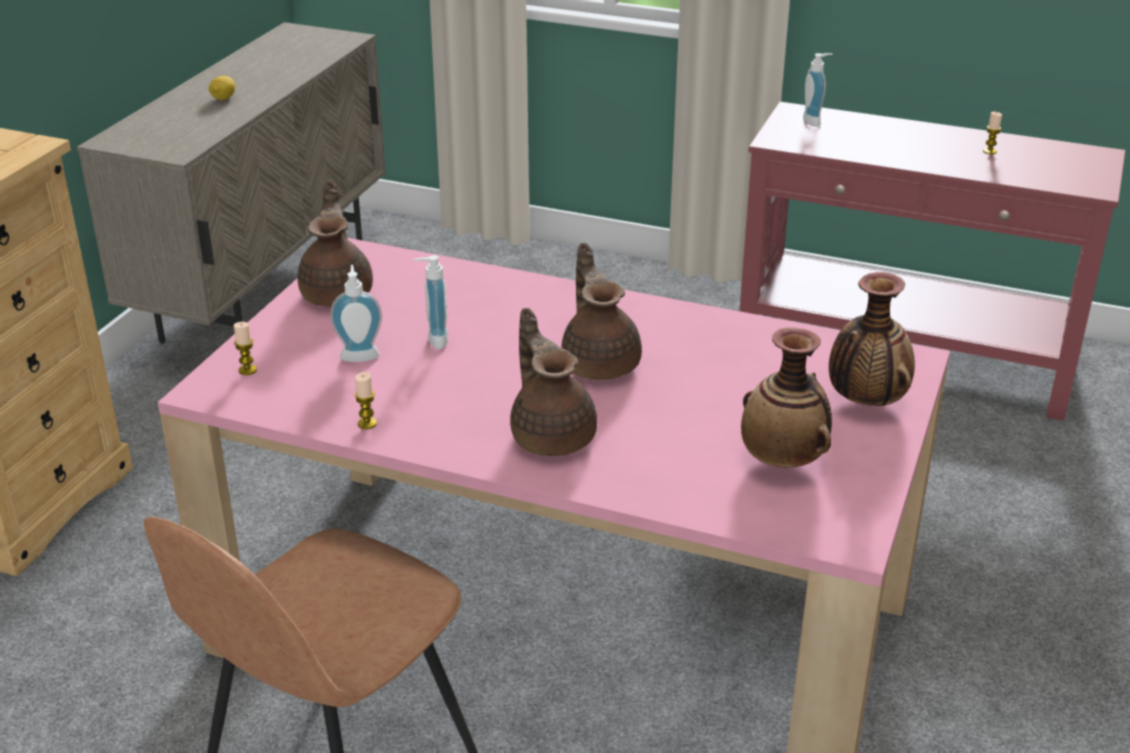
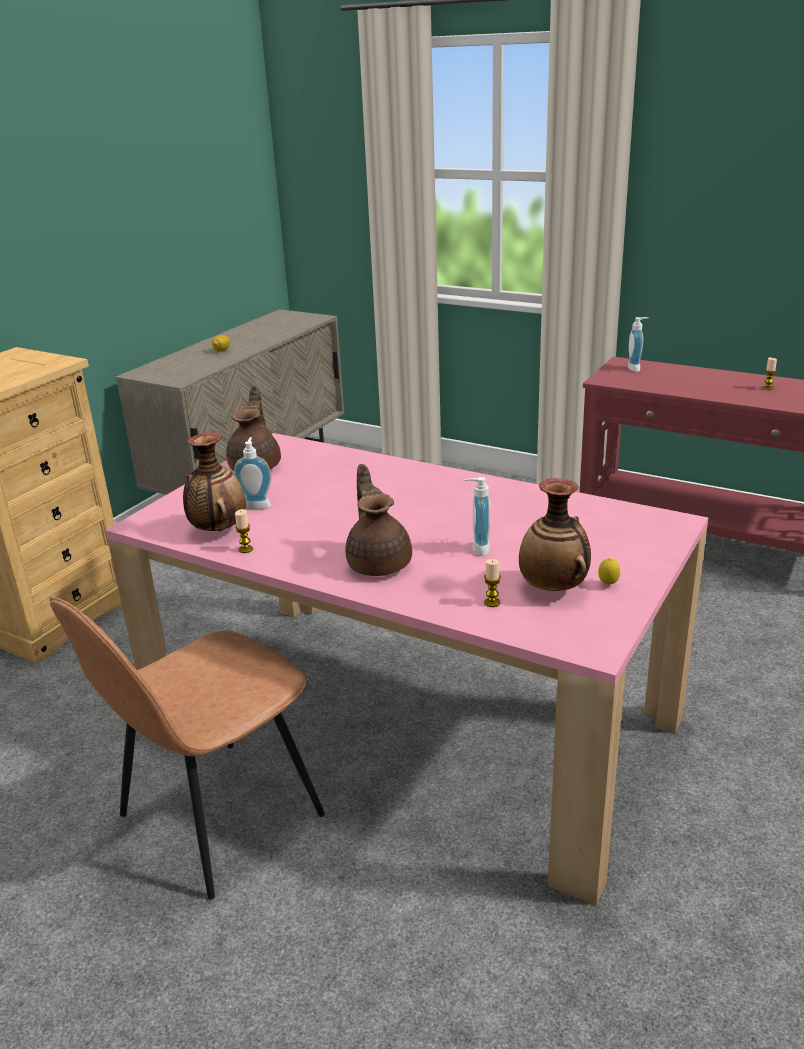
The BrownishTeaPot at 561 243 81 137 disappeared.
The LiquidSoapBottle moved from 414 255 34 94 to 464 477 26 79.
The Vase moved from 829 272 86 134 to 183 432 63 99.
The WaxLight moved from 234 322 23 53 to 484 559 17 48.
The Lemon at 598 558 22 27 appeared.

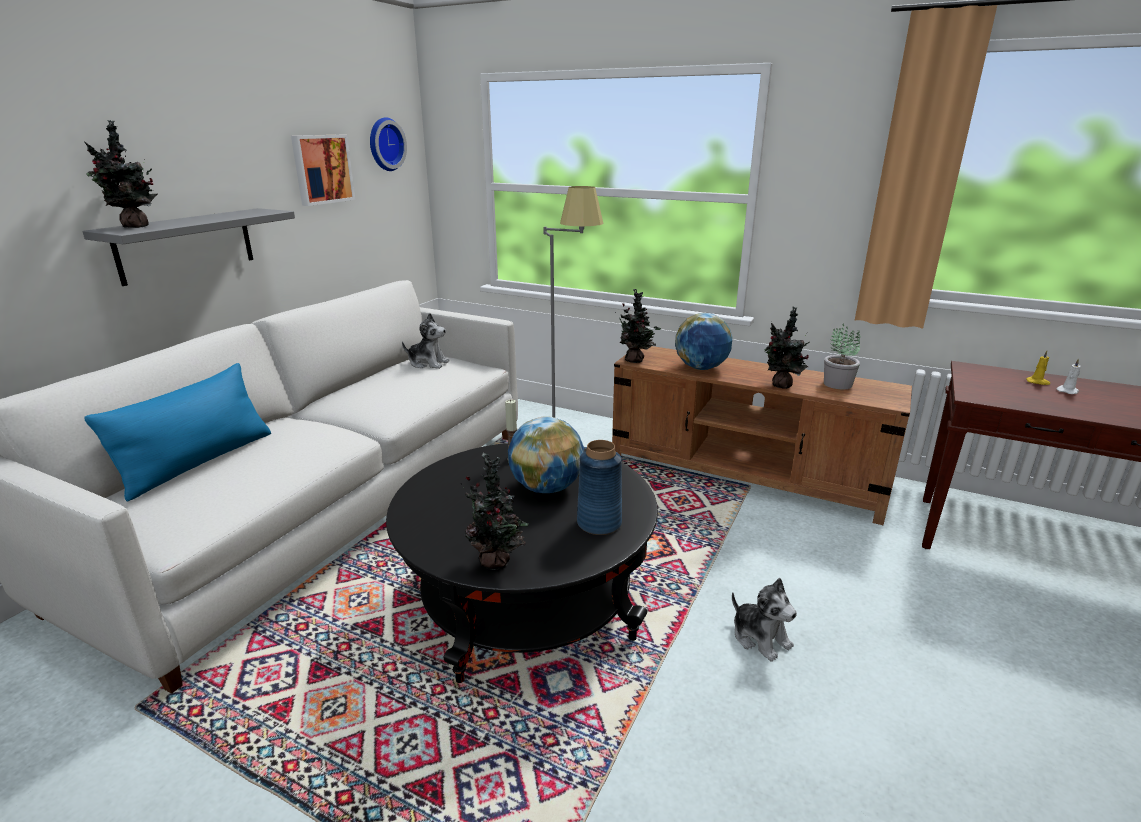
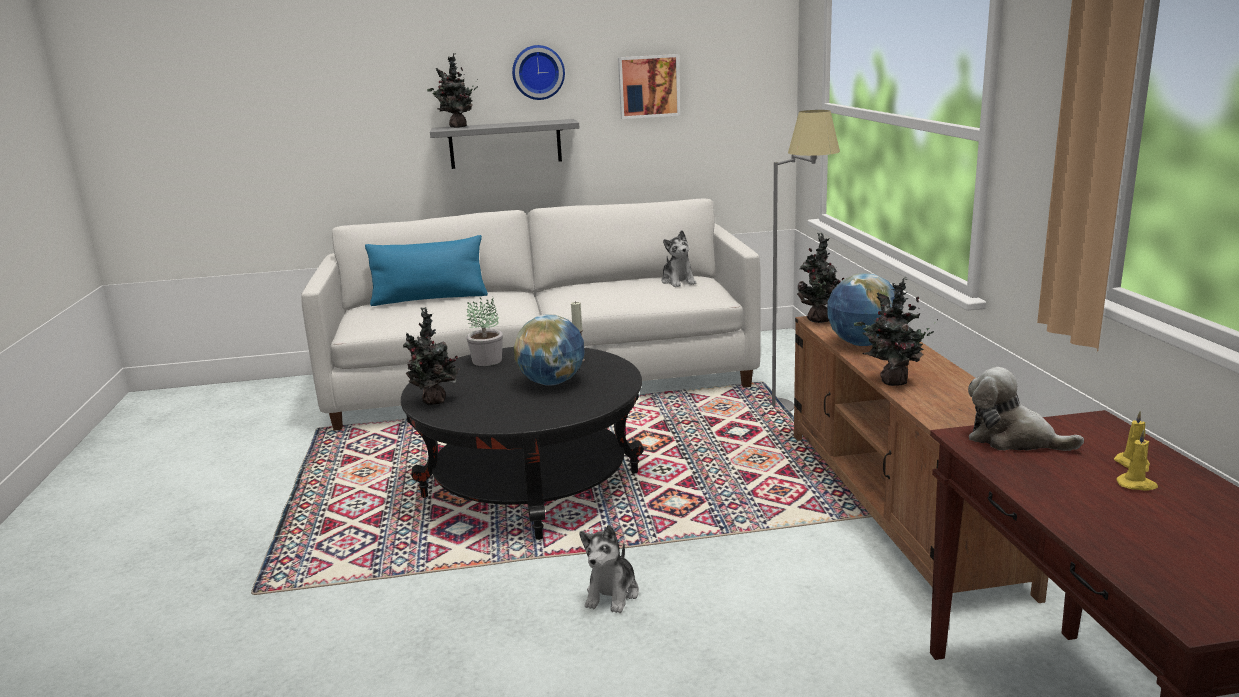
The ClockOnTheWall moved from 370 117 37 54 to 512 45 53 55.
The PottedPlant moved from 824 324 37 65 to 466 296 37 70.
The WhiteColouredWaxLight at 1056 359 25 35 became the YellowWaxLight at 1116 430 42 61.
The BlueVase at 577 440 45 95 disappeared.
The SoftToy at 968 367 116 84 appeared.

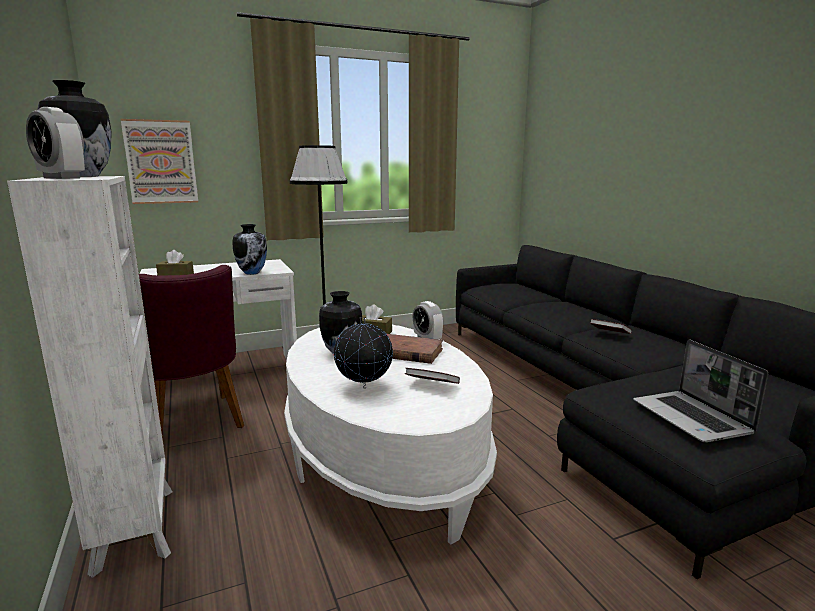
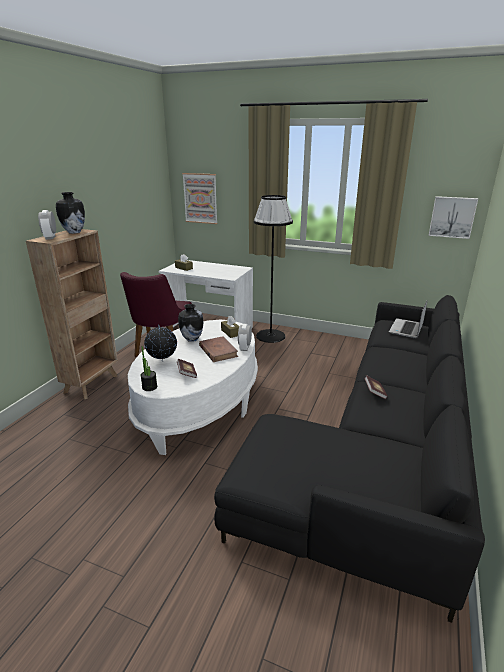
The WhiteColouredBookcase at 7 176 166 402 became the BrownishBookcase at 26 229 92 170.
The Vase at 232 224 35 51 disappeared.
The PortableComputer moved from 633 340 135 103 to 389 301 38 38.
The WallArt at 429 196 49 43 appeared.
The PottedPlant at 140 346 17 45 appeared.

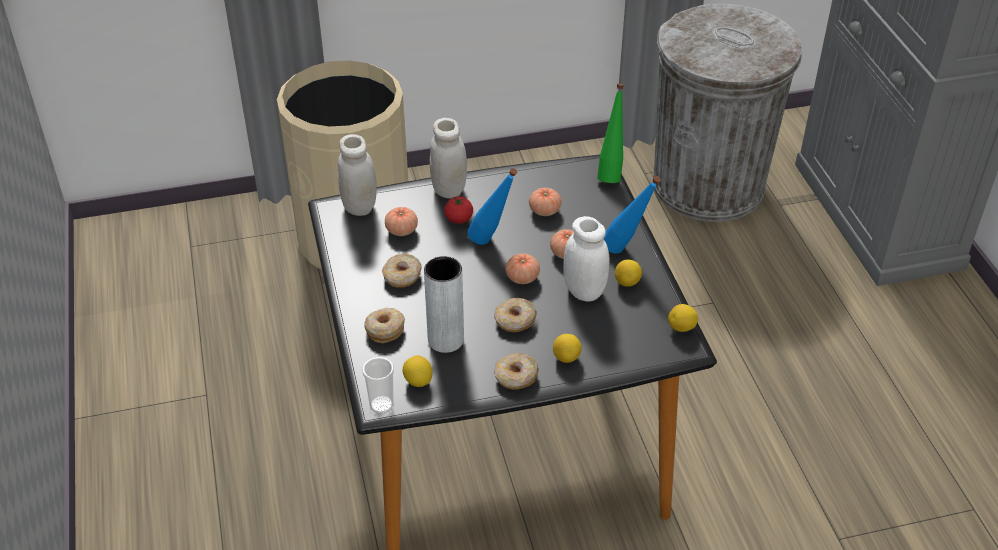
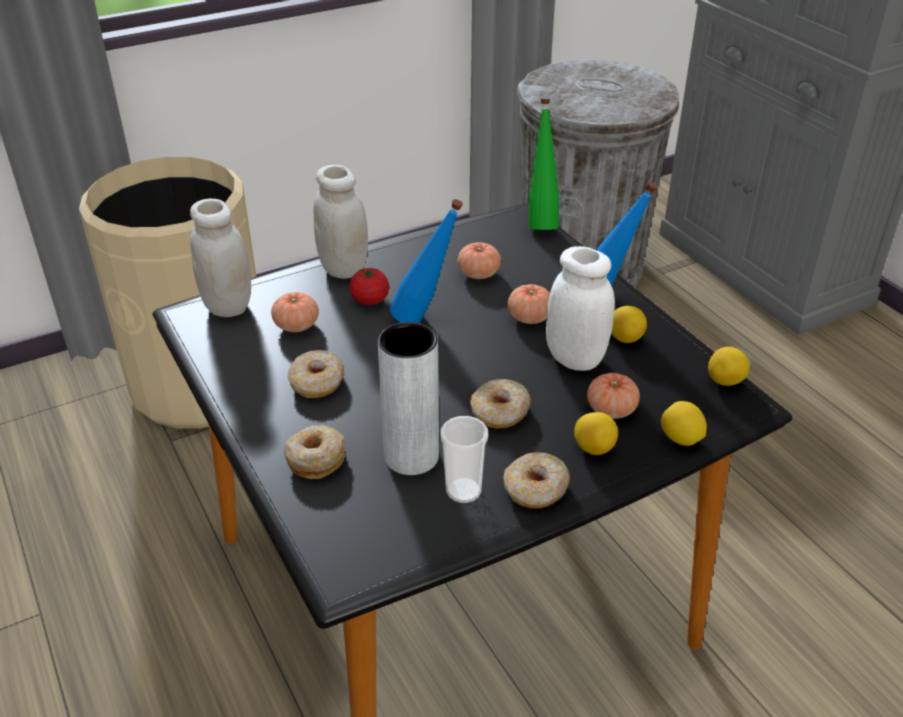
The Tomato moved from 505 253 35 31 to 587 373 53 46.
The Lemon moved from 403 355 29 32 to 661 401 46 45.
The Cup moved from 362 357 32 57 to 441 416 47 87.

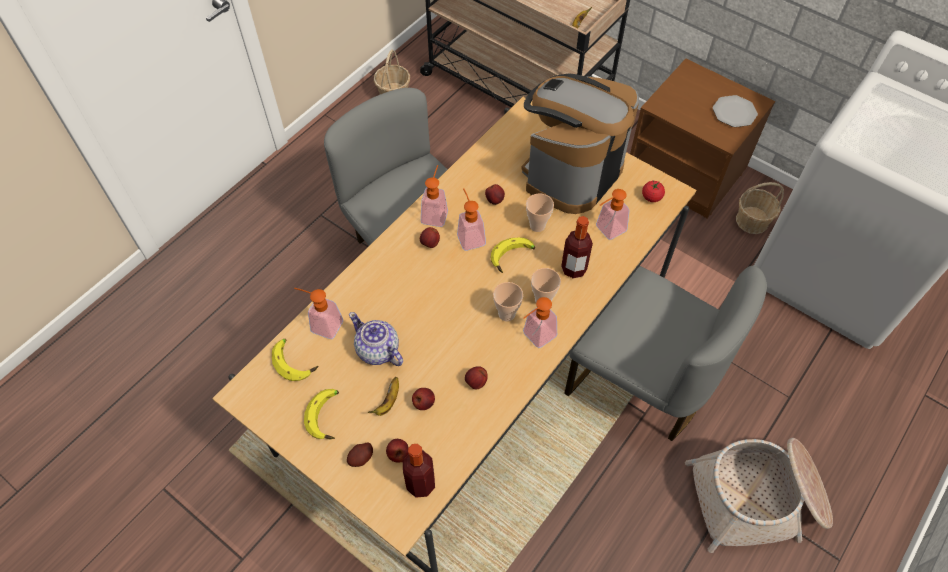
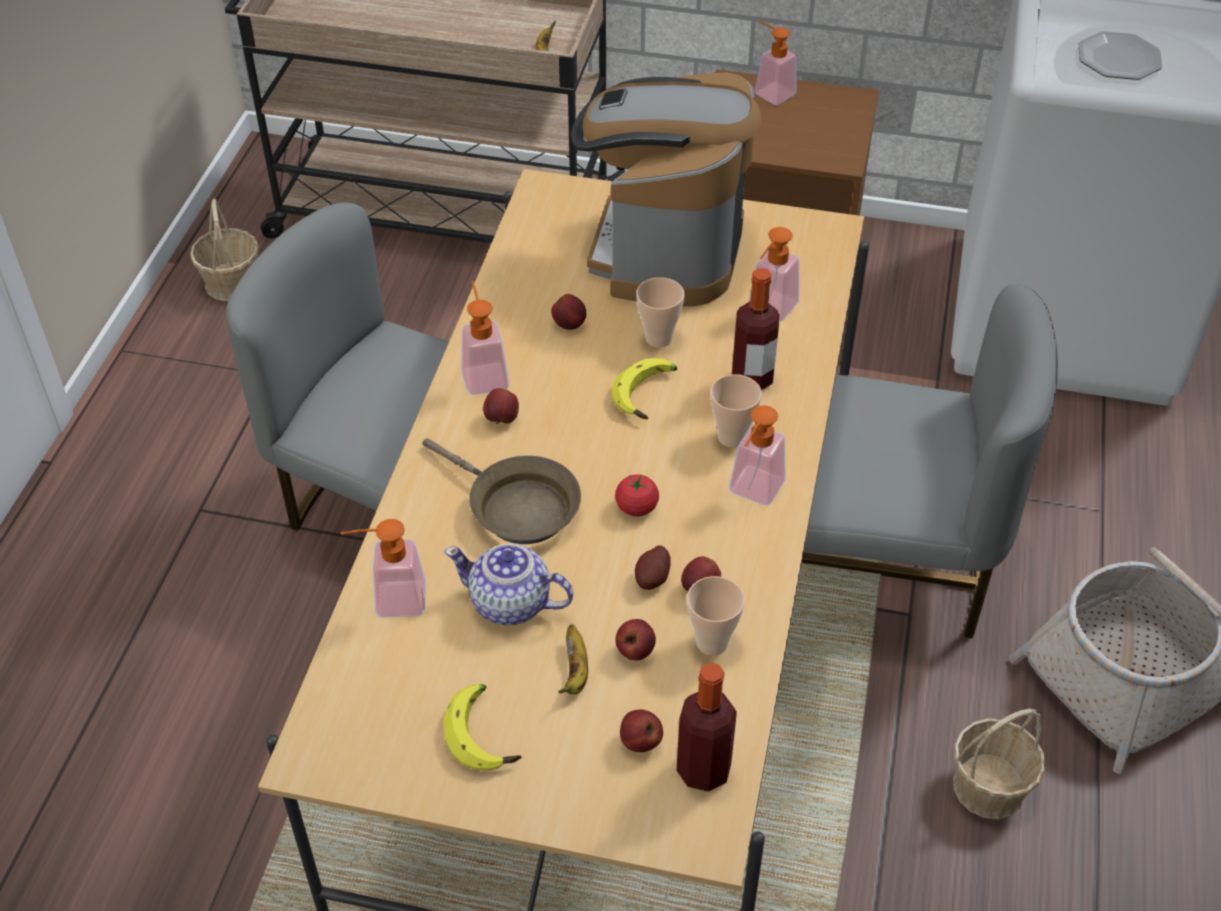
The FlatDish moved from 713 95 45 32 to 1079 31 83 49.
The Tomato moved from 642 181 23 21 to 615 474 44 43.
The Basket moved from 736 182 48 52 to 953 709 92 110.
The LiquidSoapBottle moved from 457 188 29 63 to 755 21 42 84.
The Cup moved from 493 282 30 39 to 687 576 58 79.
The Banana at 272 339 47 42 disappeared.
The Spud moved from 347 442 26 25 to 635 546 35 44.
The BrownishPan at 422 438 159 106 appeared.

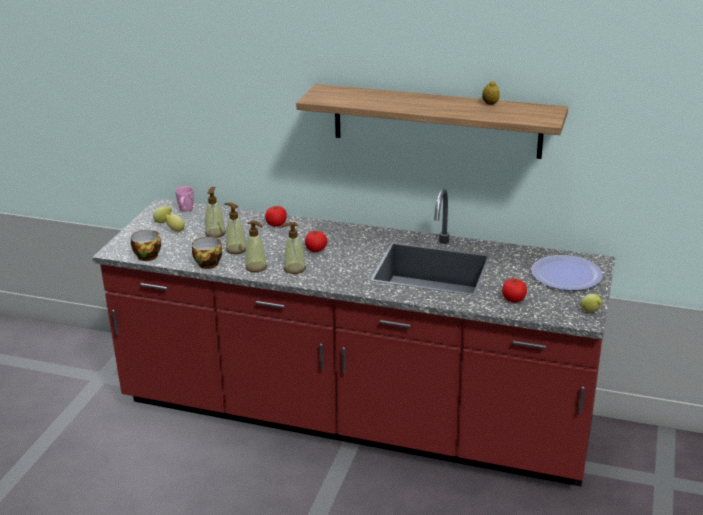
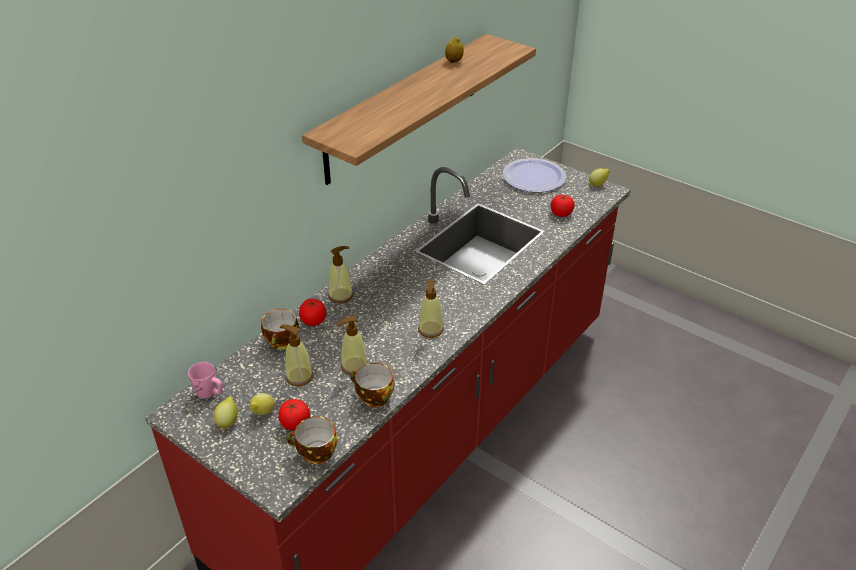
The LiquidSoapBottle moved from 245 220 22 52 to 328 246 25 57.
The Tomato moved from 305 231 22 21 to 278 399 32 31.
The Cup at 261 309 38 41 appeared.

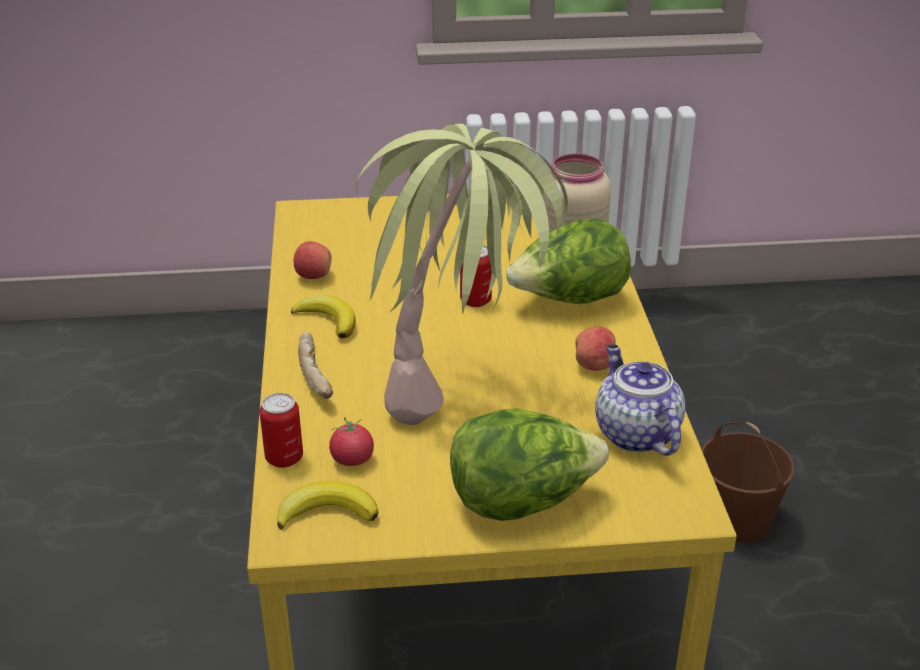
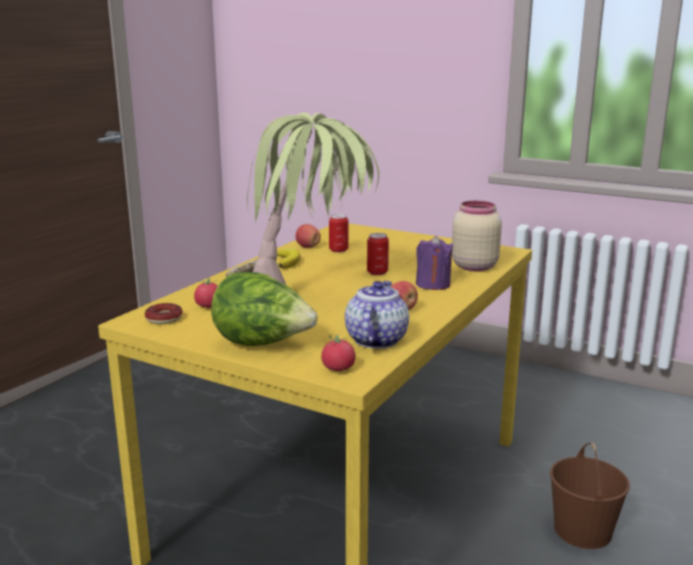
The Lettuce at 506 219 125 85 was replaced by the PurpleColouredWaxLight at 416 236 37 54.
The MetalCan moved from 259 393 44 75 to 329 214 19 39.
The Banana at 277 481 102 49 was replaced by the Doughnut at 145 303 38 21.
The Tomato at 321 335 35 36 appeared.

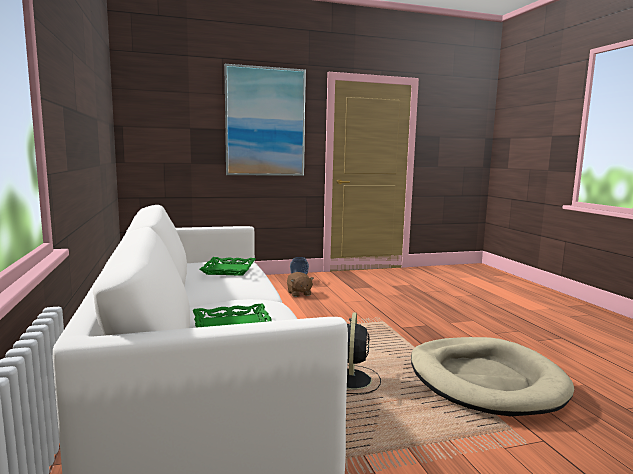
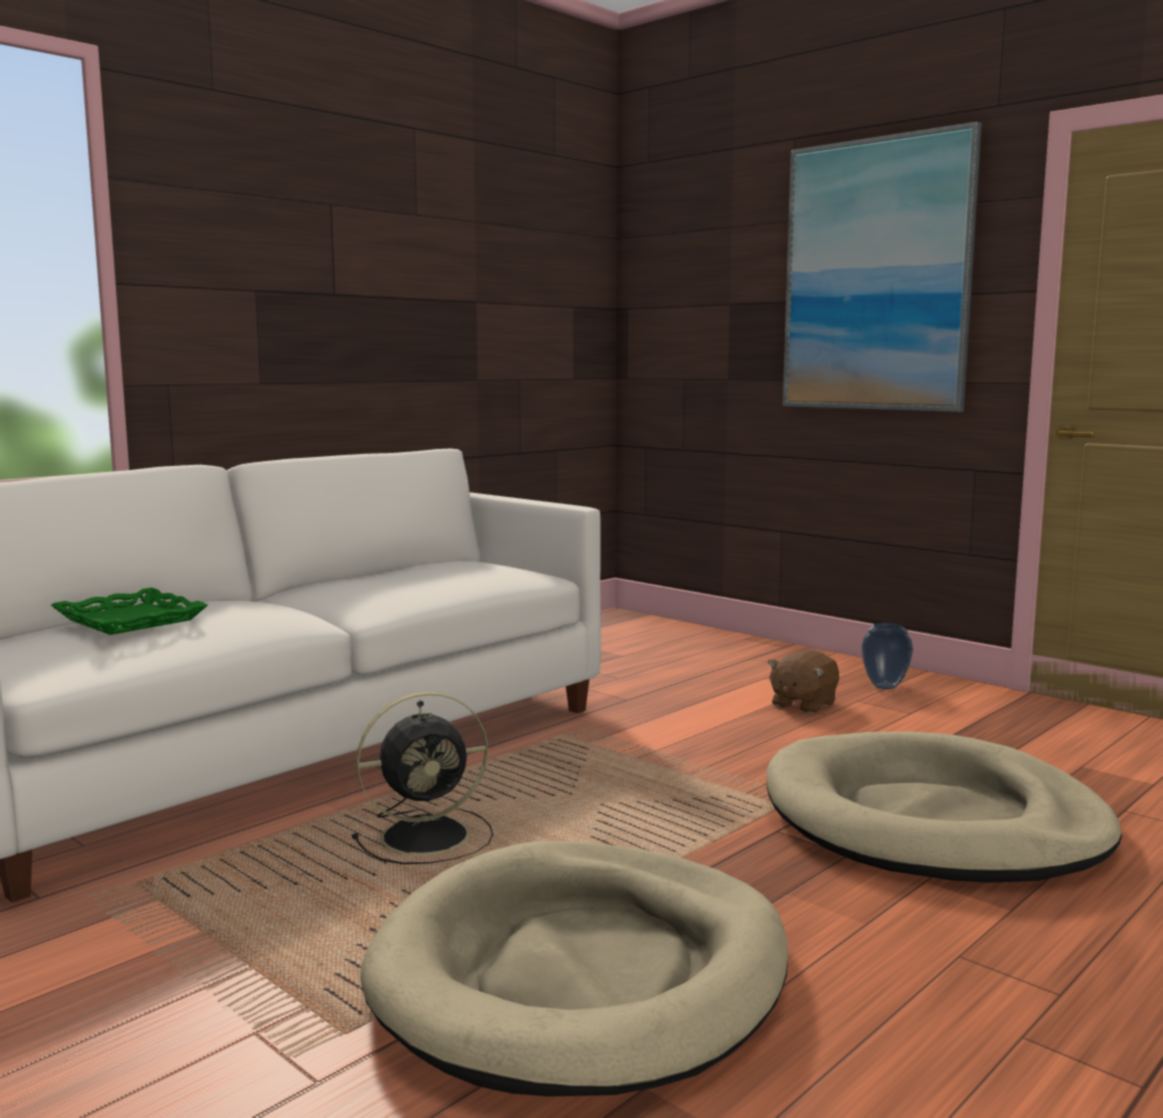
The GreenColouredCarryingTray at 200 257 55 19 disappeared.
The BeigePetBed at 766 732 356 151 appeared.

